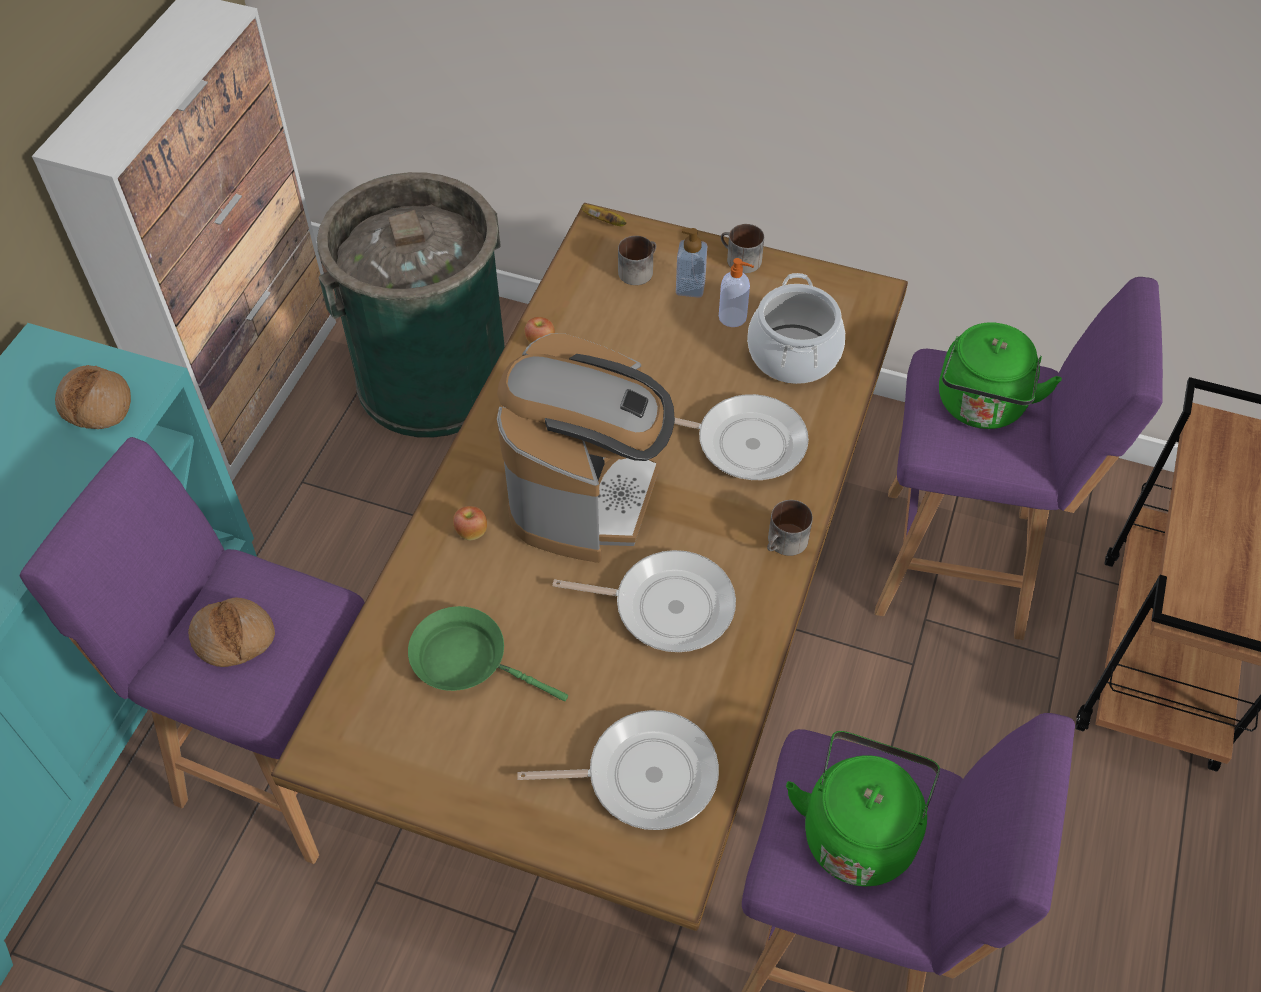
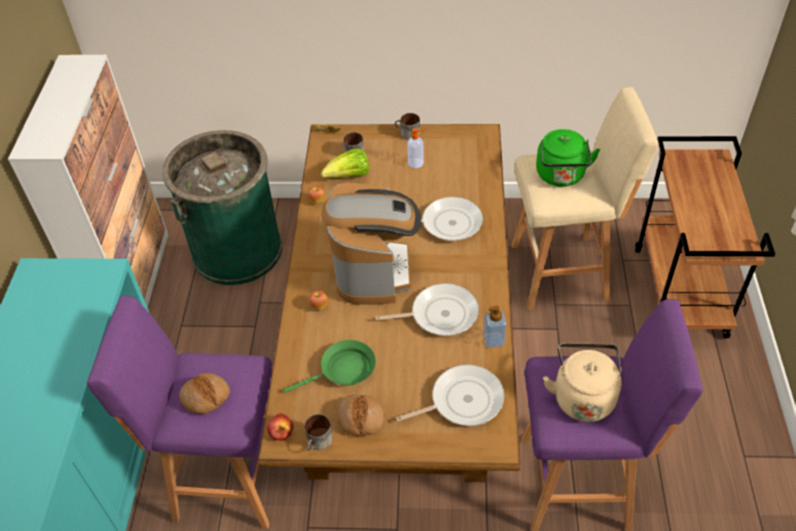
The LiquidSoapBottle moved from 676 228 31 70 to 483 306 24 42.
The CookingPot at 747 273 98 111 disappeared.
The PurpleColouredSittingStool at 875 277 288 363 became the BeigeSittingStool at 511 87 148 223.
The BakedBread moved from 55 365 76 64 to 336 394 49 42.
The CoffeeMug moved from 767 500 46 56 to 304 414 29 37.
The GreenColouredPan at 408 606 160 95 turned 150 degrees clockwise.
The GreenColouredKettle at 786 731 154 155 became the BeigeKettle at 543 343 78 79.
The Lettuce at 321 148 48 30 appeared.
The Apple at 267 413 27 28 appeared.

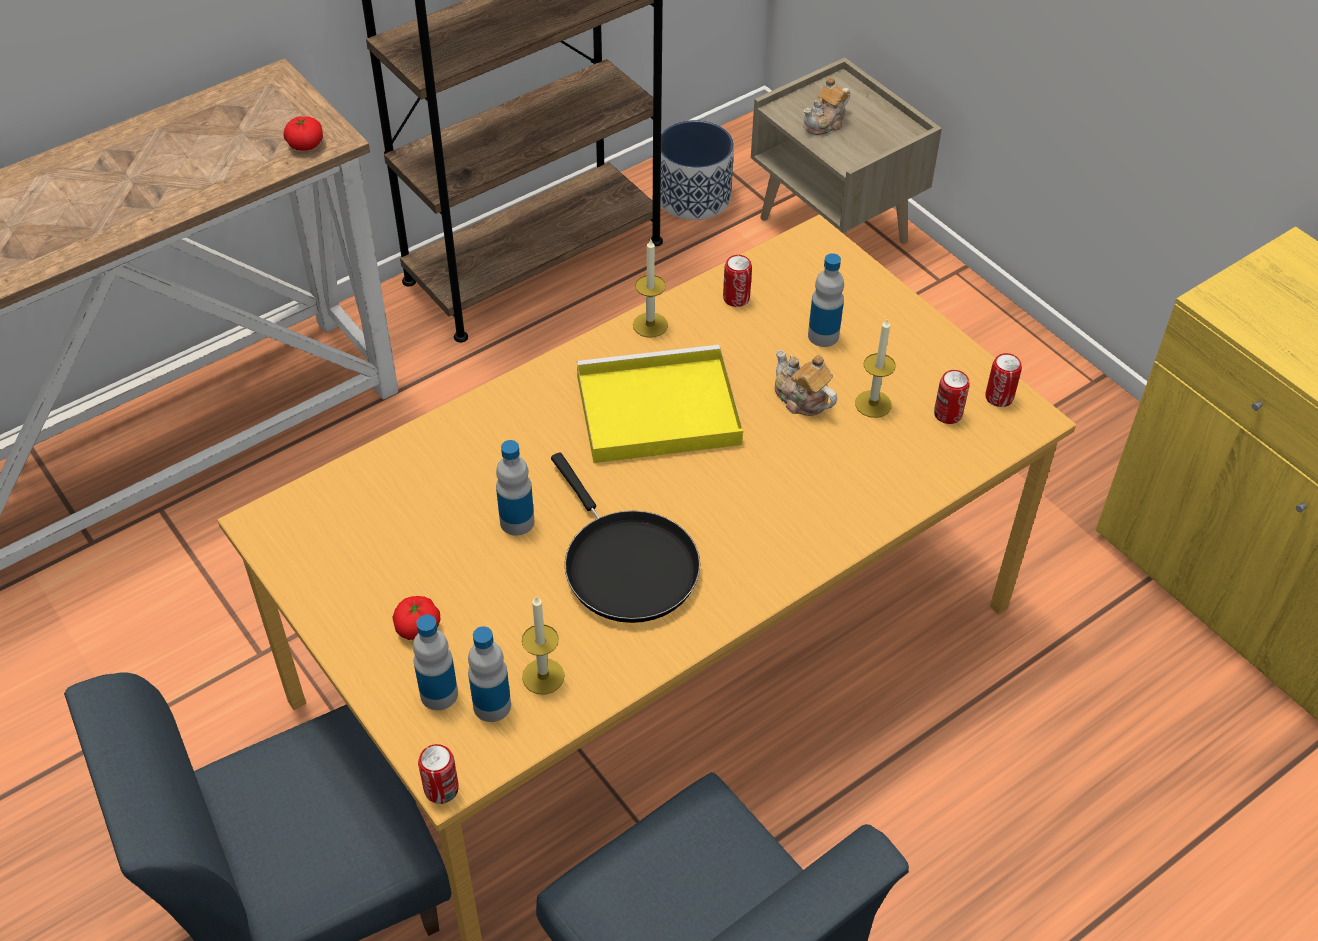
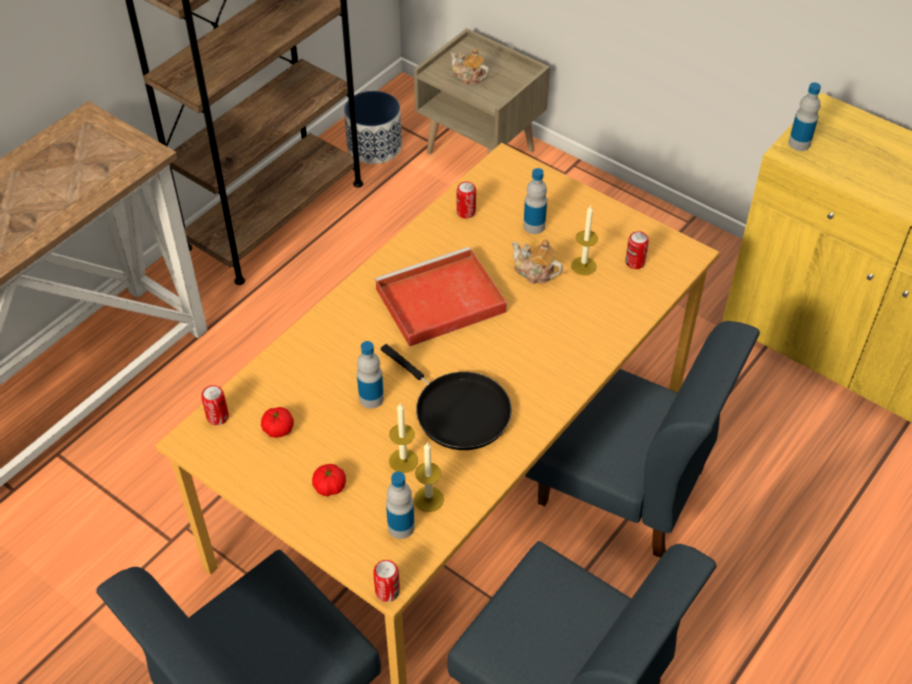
The TeaPot at 803 77 47 58 turned 90 degrees clockwise.
The Tomato moved from 284 116 39 35 to 261 407 33 31.
The WaxLight moved from 633 239 35 99 to 389 403 29 70.
The YellowCarryingTray at 577 345 166 118 became the RedCarryingTray at 375 247 132 100.
The MetalCan moved from 986 353 36 54 to 201 385 28 40.
The BeverageBottle moved from 413 615 45 95 to 788 83 33 68.
The BlueUprightChair at 525 321 235 237 appeared.

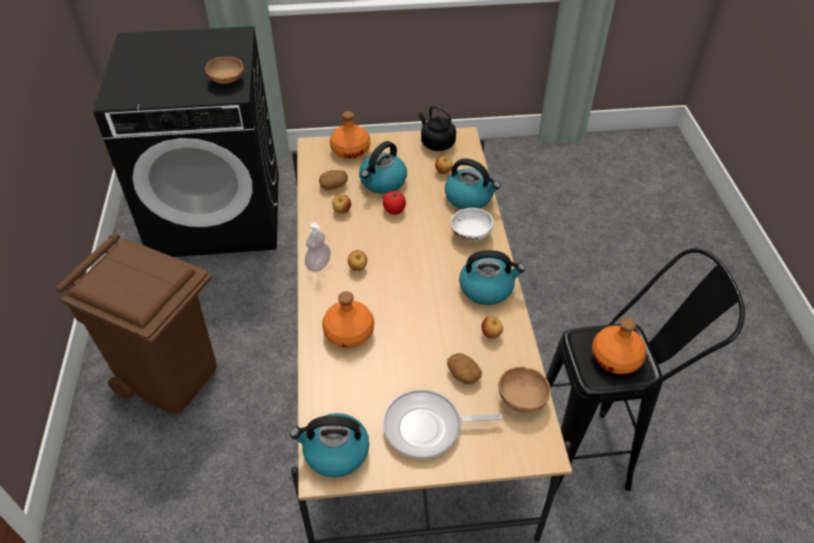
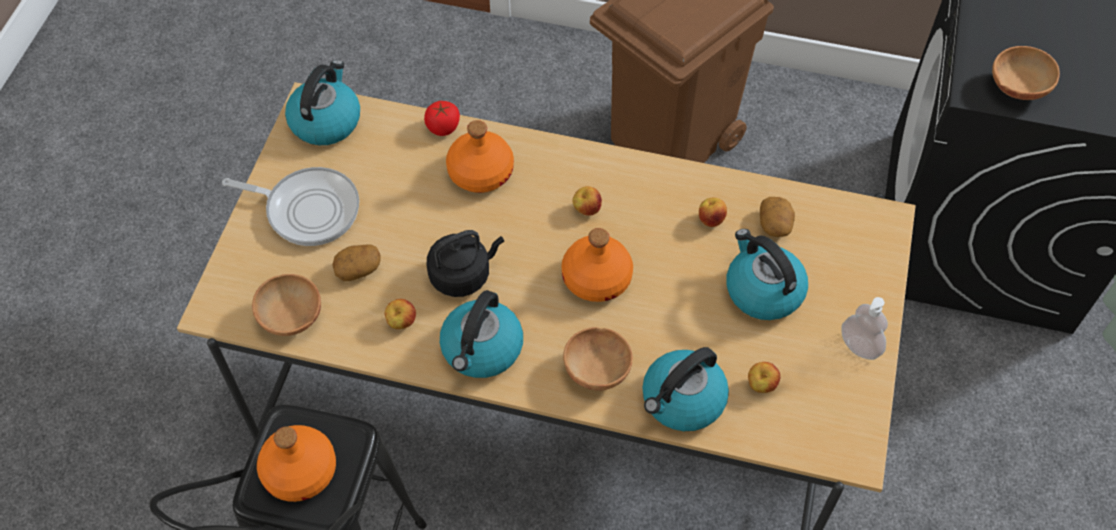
The BlackishKettle moved from 419 105 37 46 to 427 230 77 67.
The OrangeyBeverageBottle moved from 330 111 40 48 to 562 228 71 74.
The Tomato moved from 382 191 24 24 to 424 101 36 35.
The WhiteColouredBowl at 451 208 43 33 became the BrownishBowl at 563 327 70 64.
The LiquidSoapBottle moved from 305 223 26 49 to 841 297 47 63.
The Pan at 383 390 119 70 turned 90 degrees clockwise.

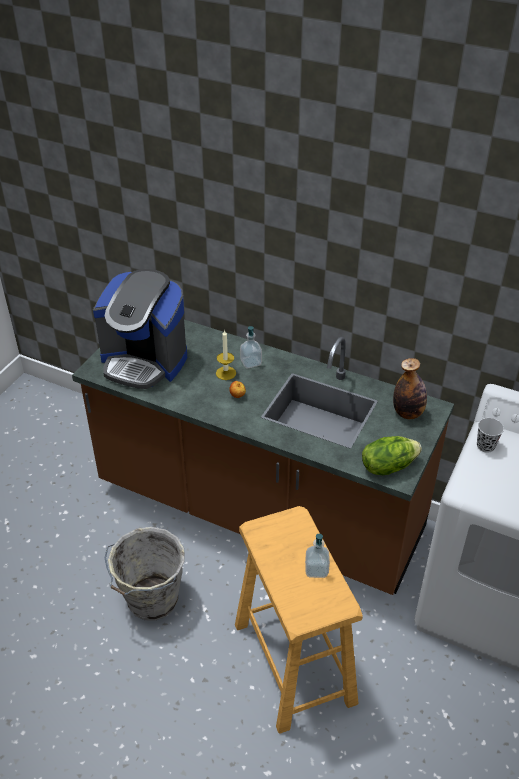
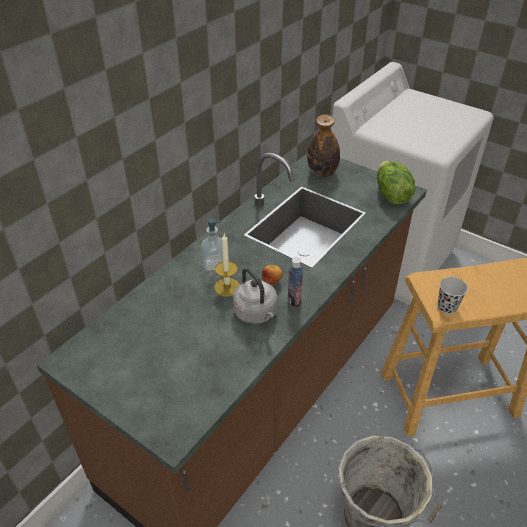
The CoffeeMachine at 93 269 94 120 disappeared.
The BlackishCup moved from 477 418 27 35 to 438 277 30 37.
The LiquidSoapBottle at 305 534 25 44 disappeared.
The BeverageBottle at 288 258 15 49 appeared.
The GreyKettle at 233 268 44 56 appeared.

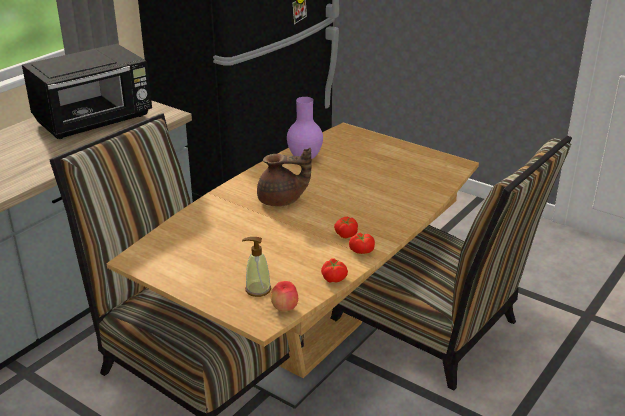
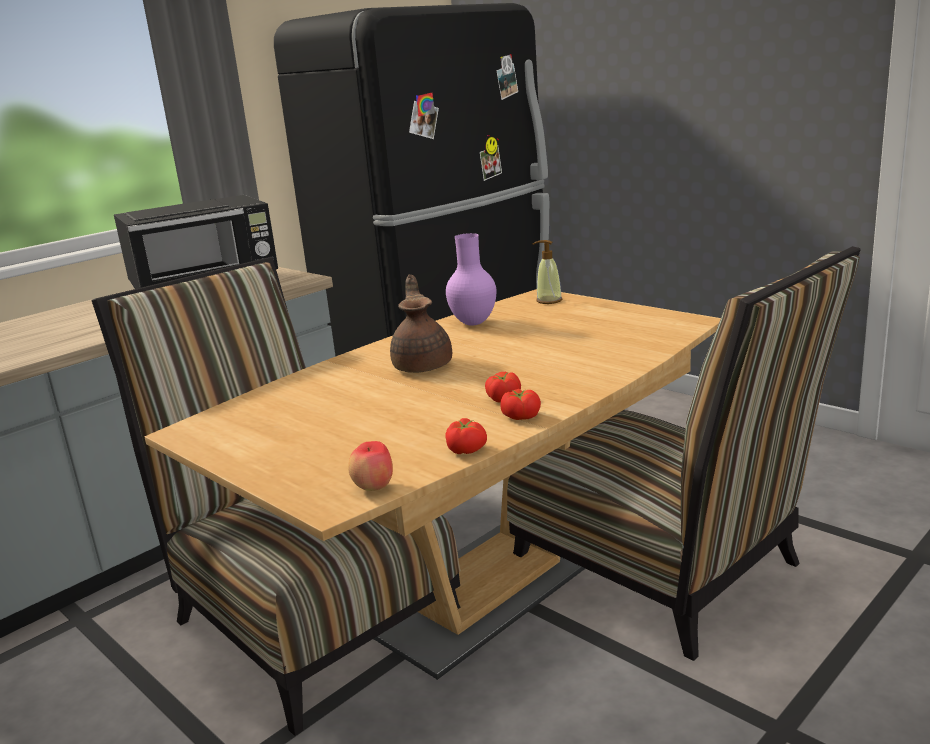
The BrownishTeaPot at 257 148 55 59 turned 105 degrees counterclockwise.
The LiquidSoapBottle moved from 242 237 29 60 to 533 240 29 64.

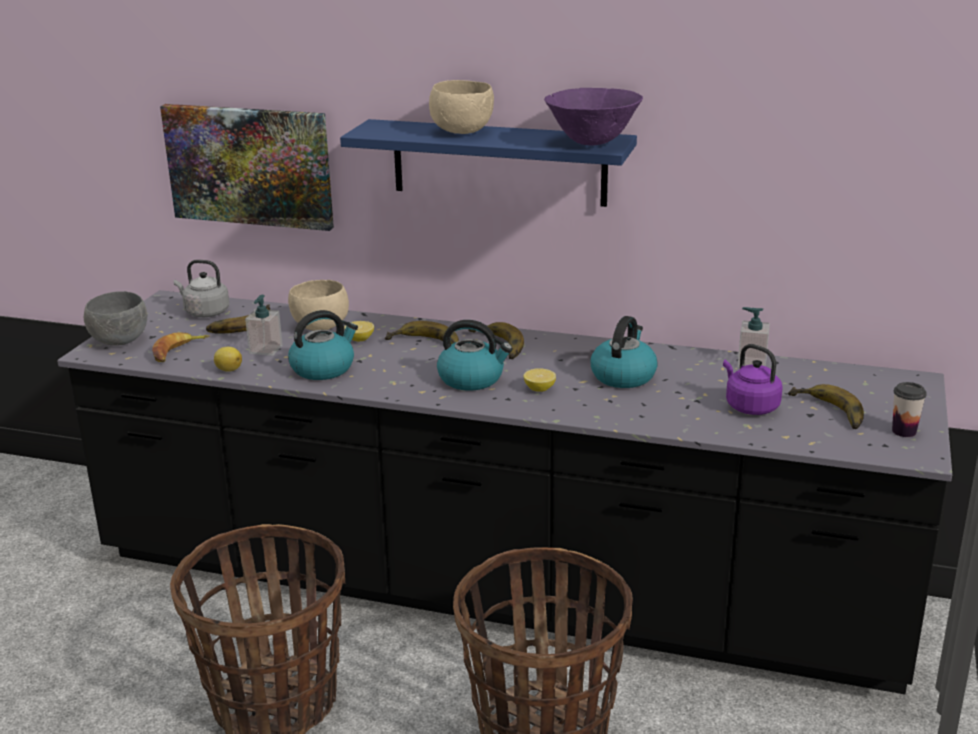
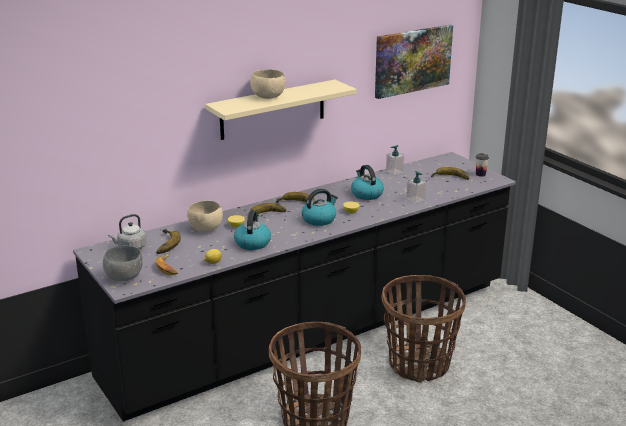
The PurpleColouredBowl at 544 88 99 58 disappeared.
The WallArt moved from 160 104 174 127 to 375 25 78 74.
The BlueShelf at 340 119 297 88 became the BeigeShelf at 205 80 152 60.
The LiquidSoapBottle moved from 245 295 38 61 to 406 171 20 33.
The PurpleColouredKettle at 723 344 60 71 disappeared.

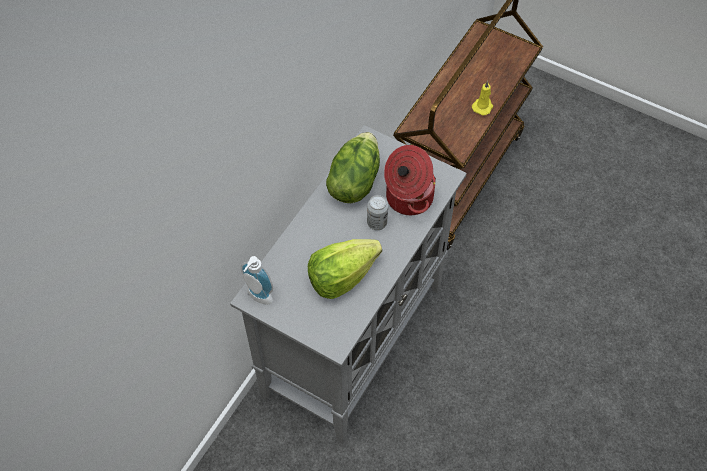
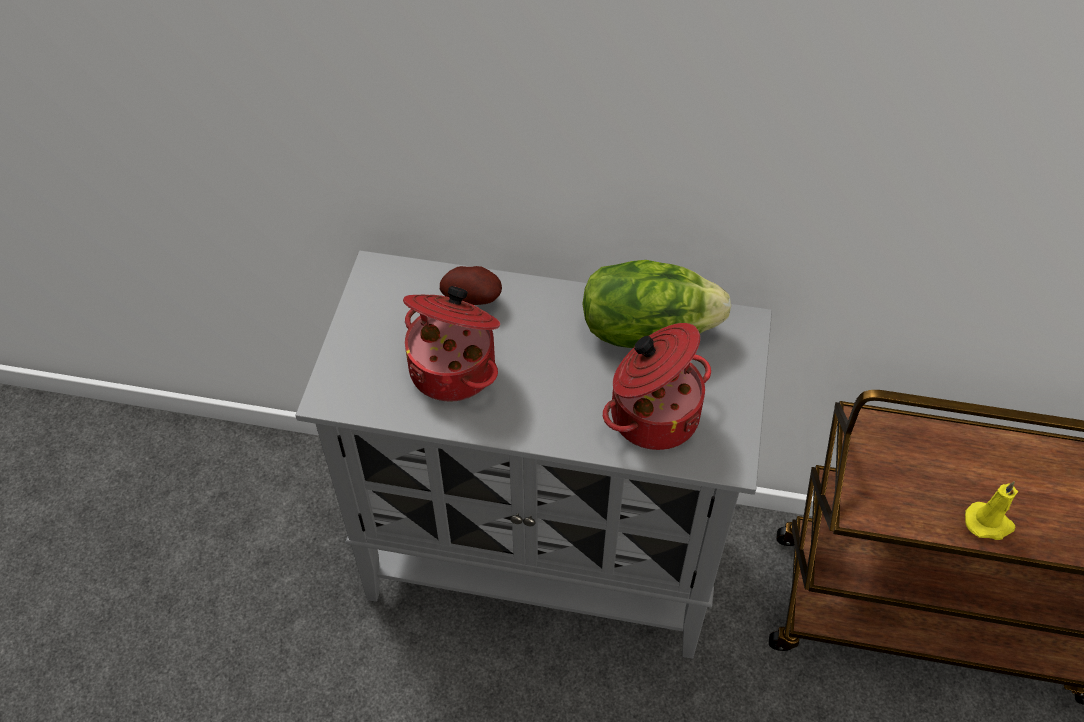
The MetalCan at 367 195 21 35 disappeared.
The Lettuce at 308 239 74 60 was replaced by the CookingPot at 403 286 97 116.
The LiquidSoapBottle at 241 256 32 49 disappeared.
The Spud at 440 266 62 39 appeared.

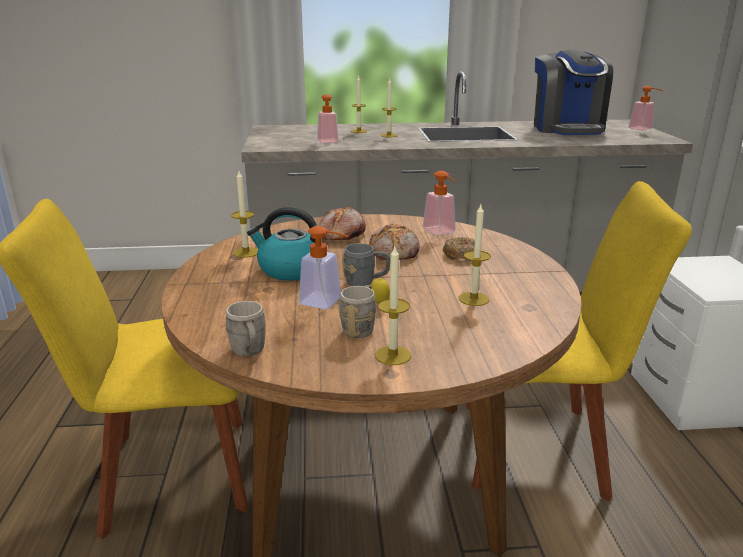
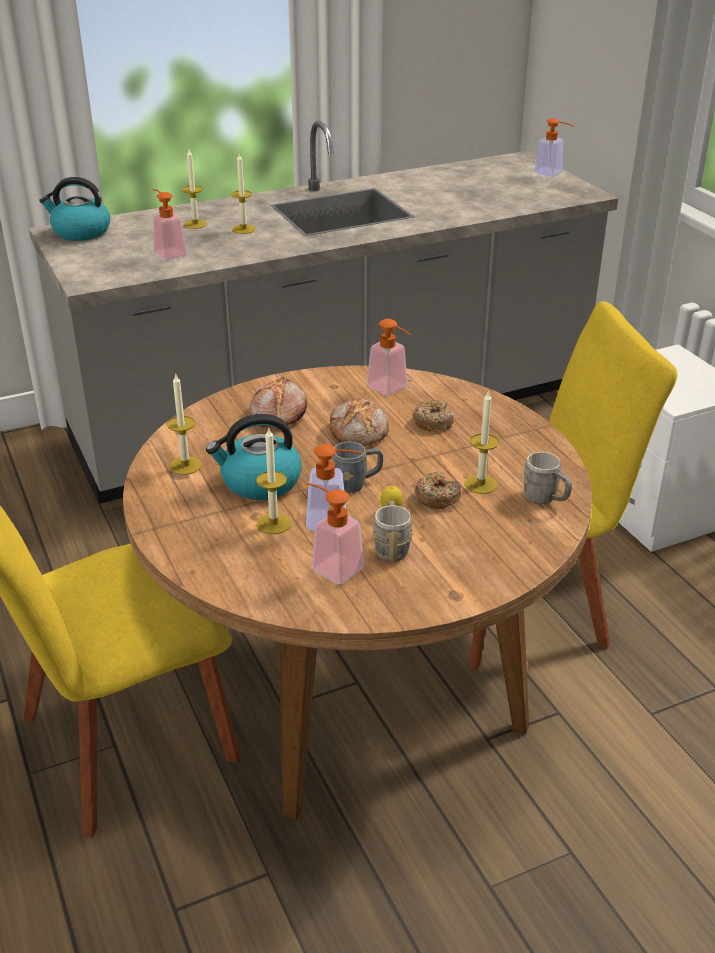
The CoffeeMachine at 534 50 79 85 disappeared.
The WaxLight moved from 375 247 36 118 to 256 428 35 106.
The GreyCoffeeMug moved from 225 301 41 55 to 523 452 49 52.
The Kettle at 39 177 71 64 appeared.
The Doughnut at 415 471 46 38 appeared.
The LiquidSoapBottle at 307 483 57 101 appeared.

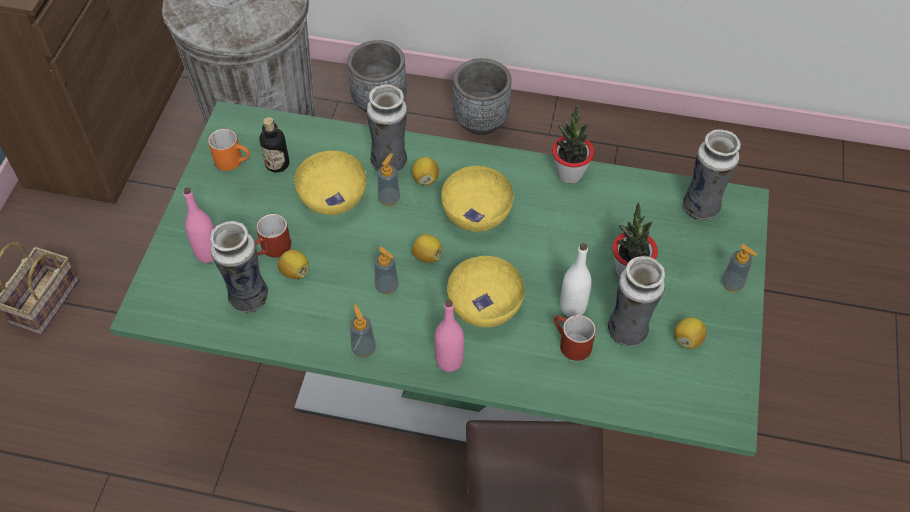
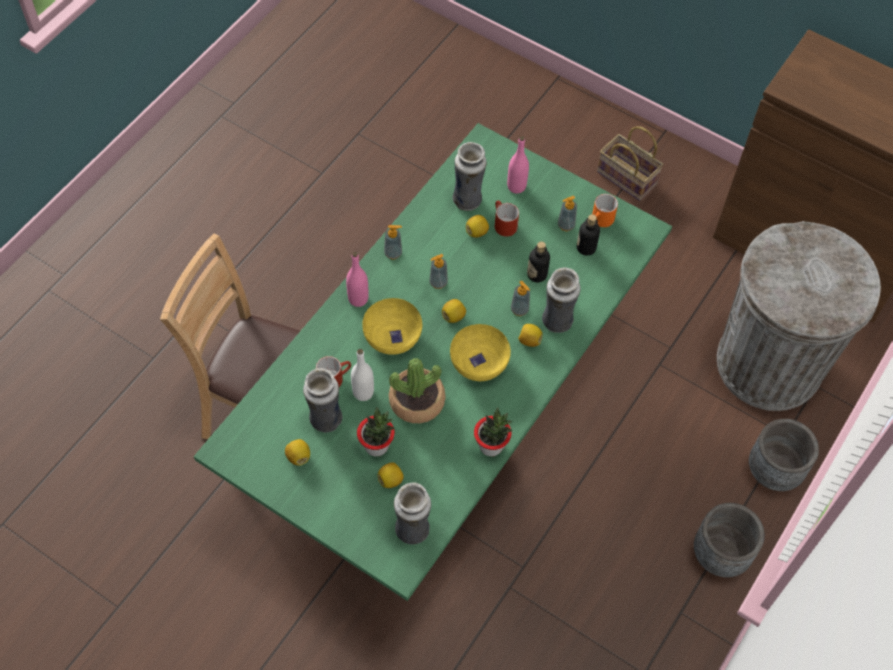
The YellowBowl at 294 150 73 65 was replaced by the BeverageBottle at 527 241 23 41.
The LiquidSoapBottle moved from 721 244 36 48 to 558 196 19 35.
The PottedPlant at 389 358 57 65 appeared.
The Lemon at 378 462 26 26 appeared.

